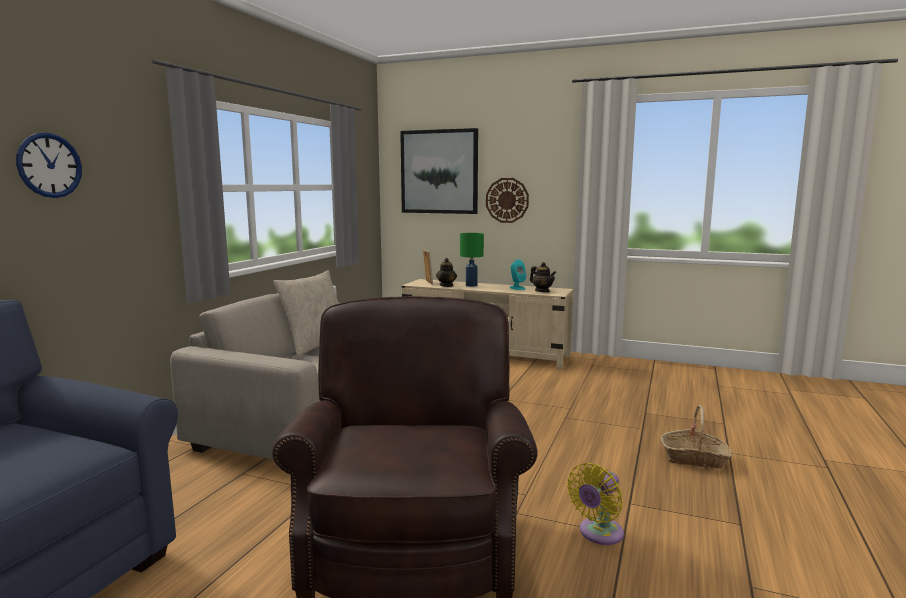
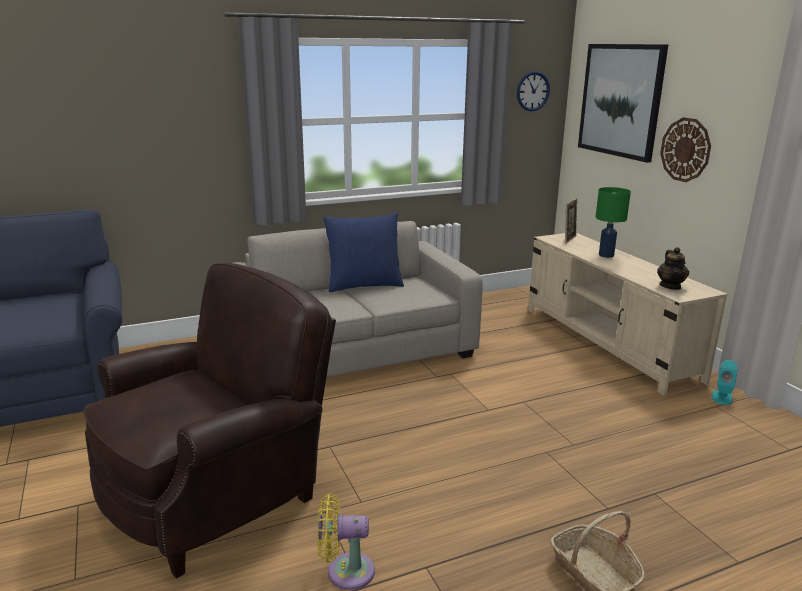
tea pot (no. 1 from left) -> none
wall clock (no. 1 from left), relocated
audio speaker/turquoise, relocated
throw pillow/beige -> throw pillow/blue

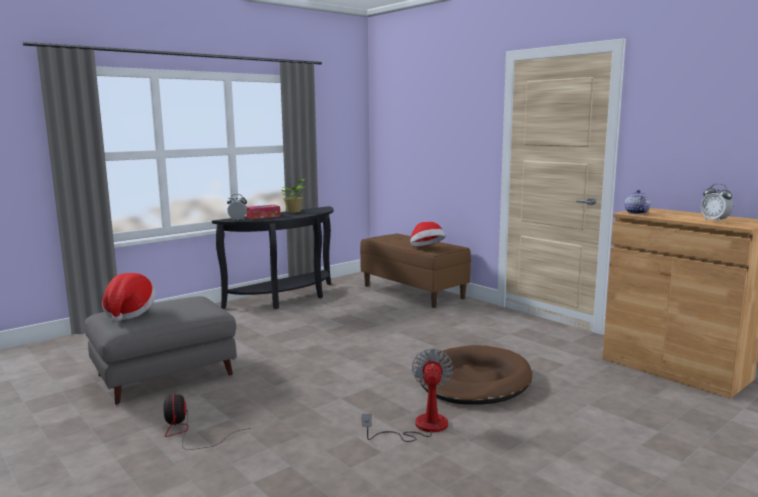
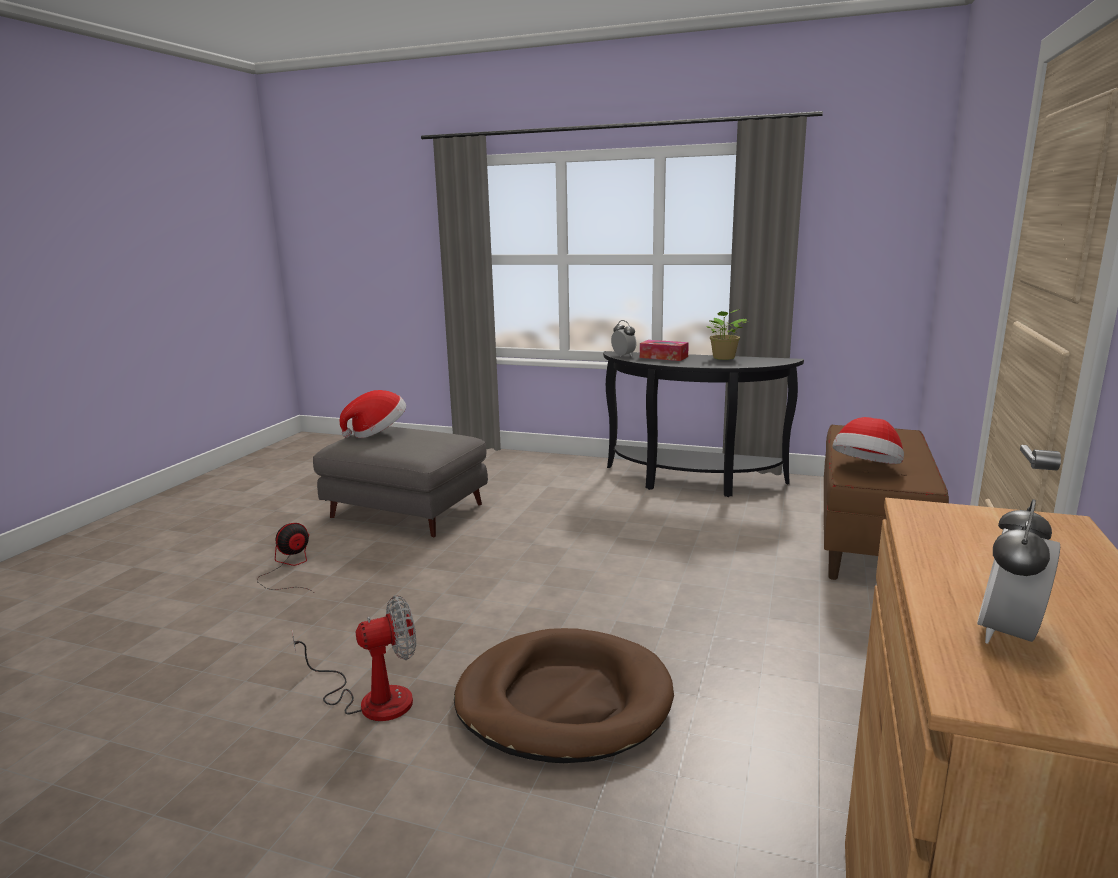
tea pot -> none

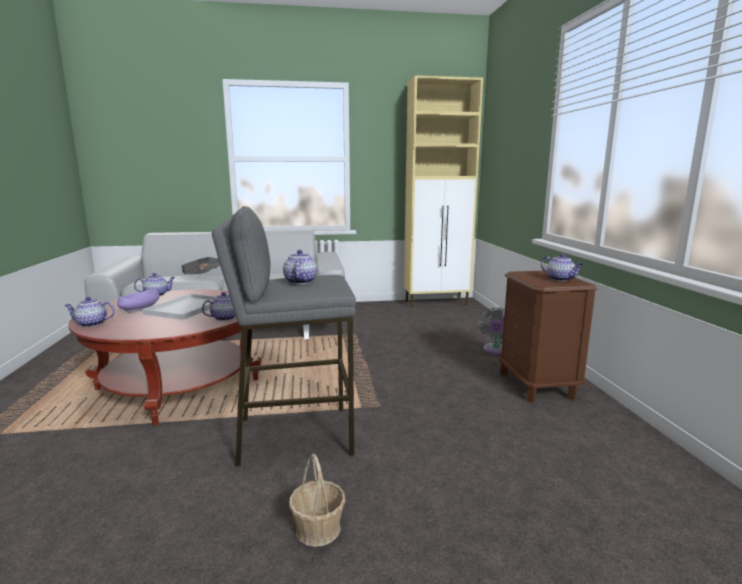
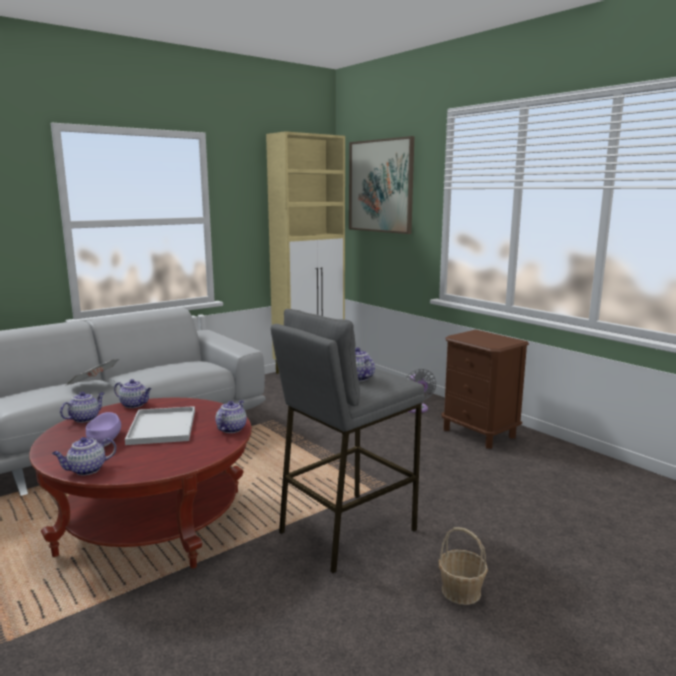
none -> picture
tea pot (no. 5 from left in the first image) -> tea pot (no. 3 from left), relocated

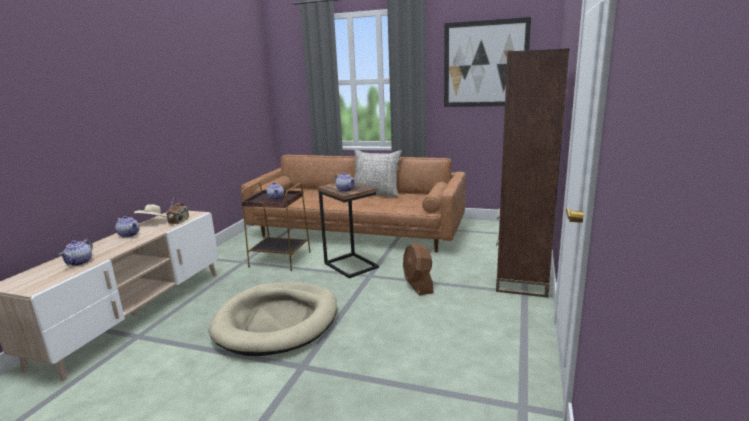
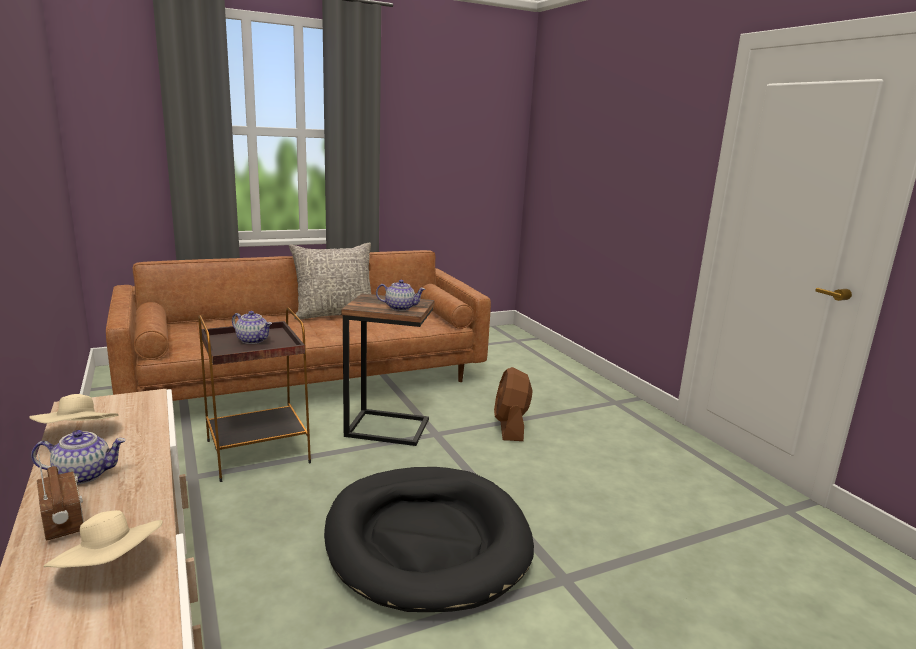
picture -> none
bookcase/brownish -> none
radio set, relocated
tea pot (no. 1 from left) -> clothing hat/beige (no. 2 from left)
dog cushion/beige -> dog cushion/blackish
electric fan/brownish, 60 degrees clockwise

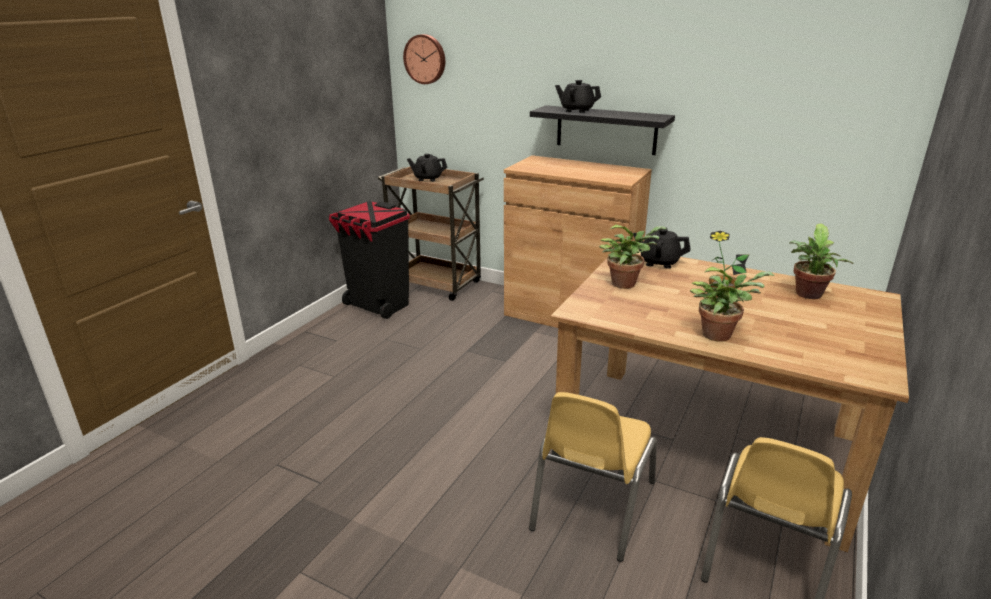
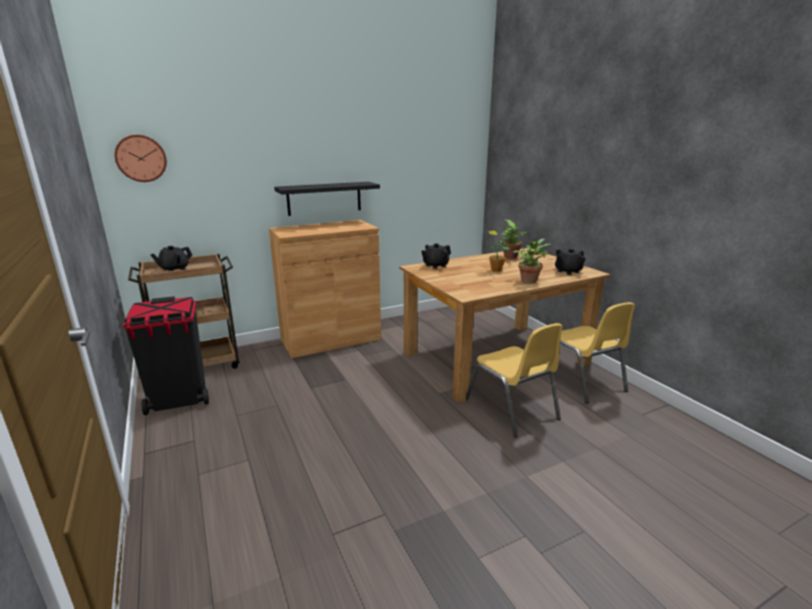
potted plant (no. 1 from left) -> none
tea pot/blackish (no. 2 from left in the first image) -> tea pot/blackish (no. 3 from left), relocated

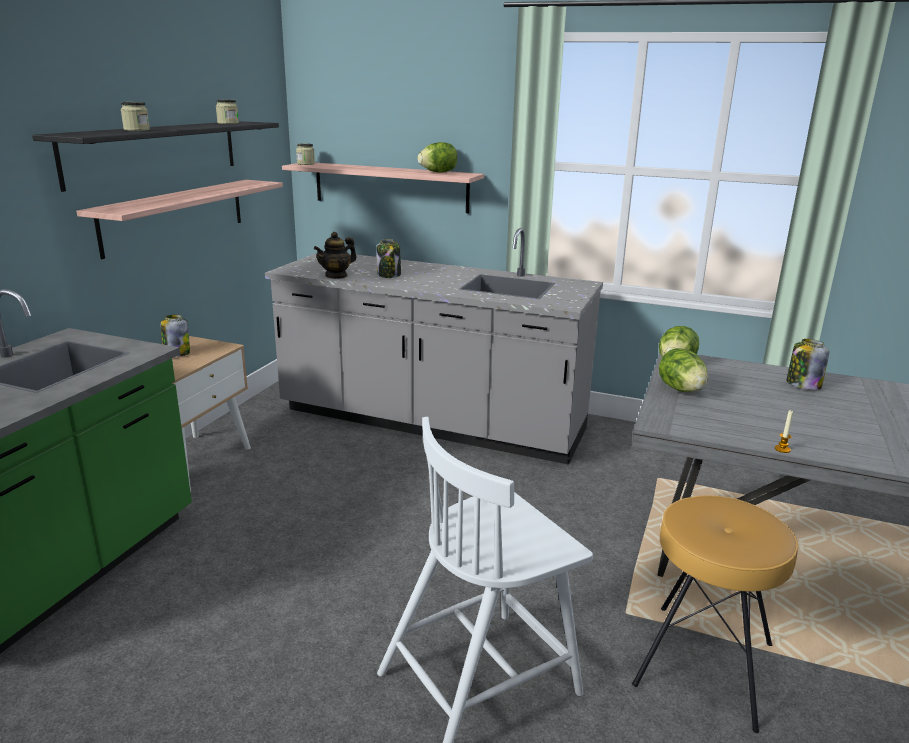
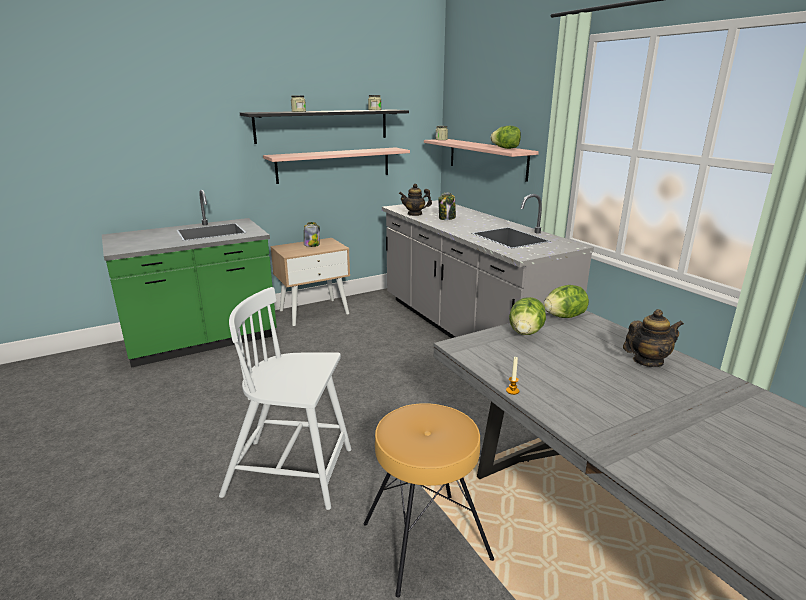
jar (no. 6 from left) -> tea pot (no. 2 from left)

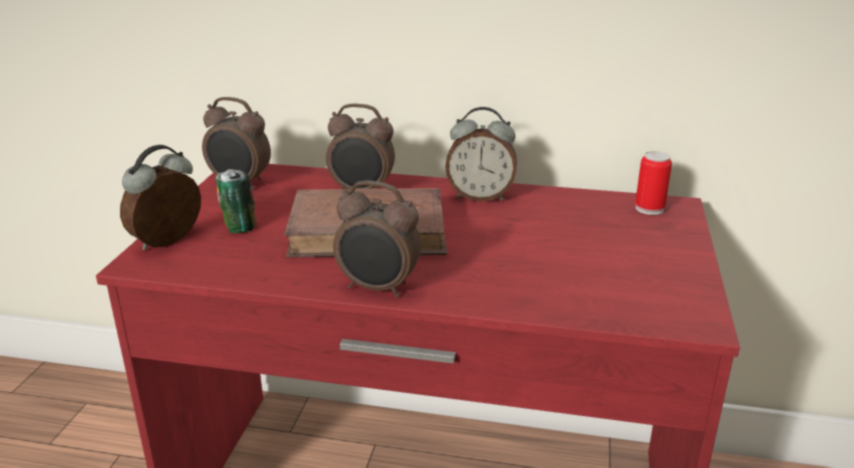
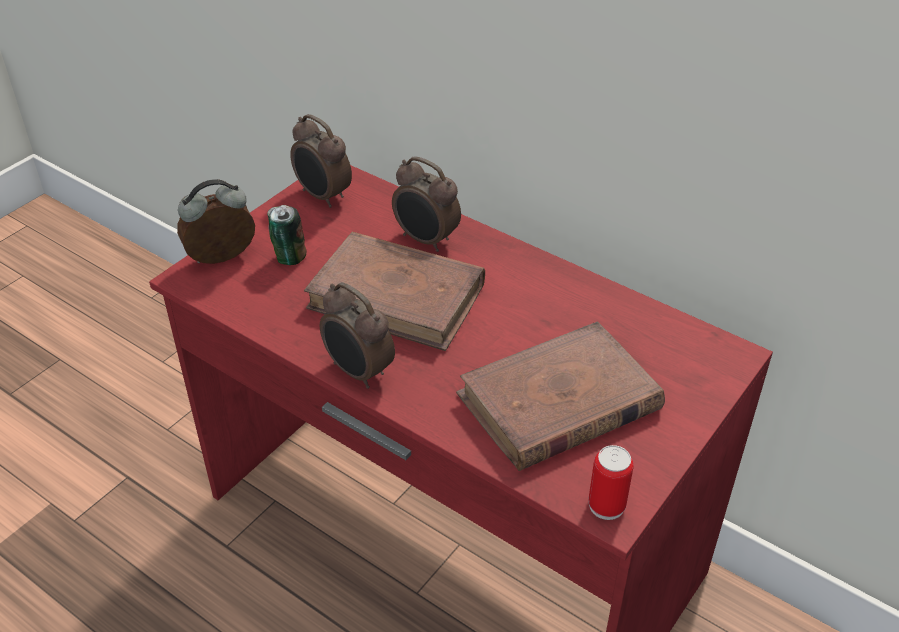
table clock (no. 5 from left) -> none
none -> book/brownish (no. 2 from left)
can (no. 2 from left), relocated

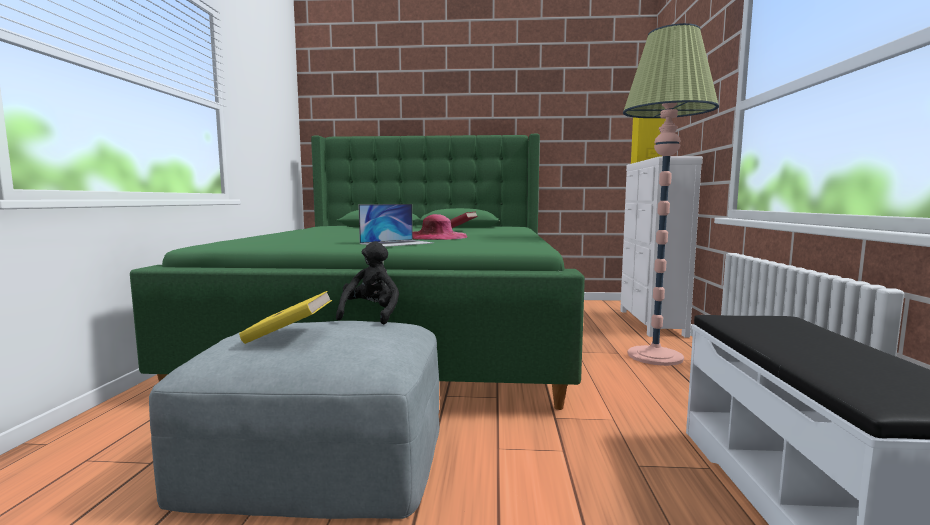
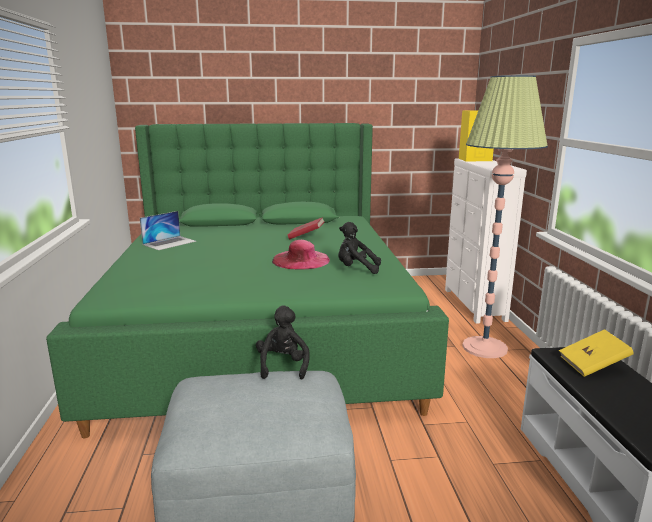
none -> soft toy/blackish (no. 2 from left)
book/yellow-coloured, relocated
notebook computer, relocated

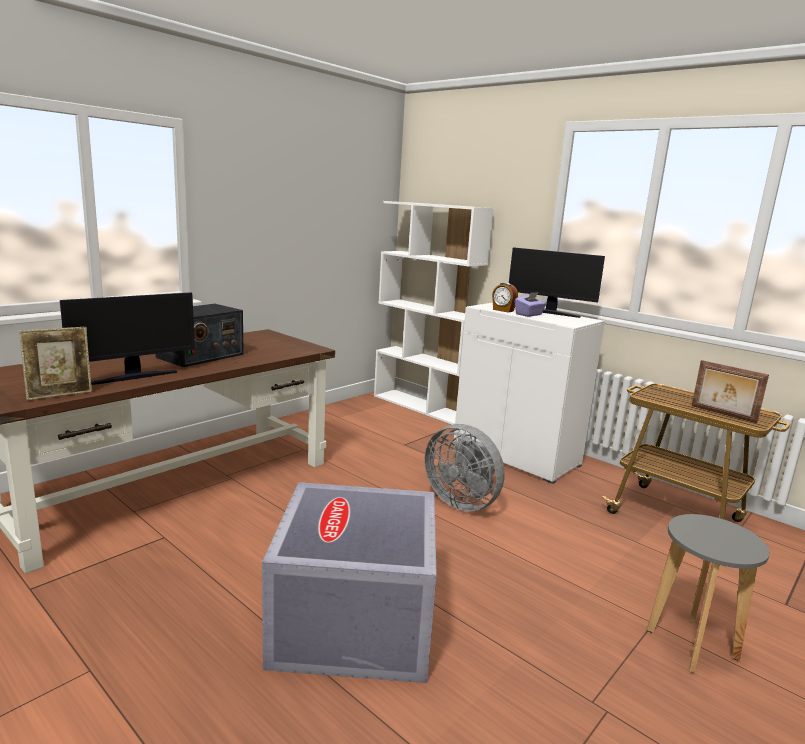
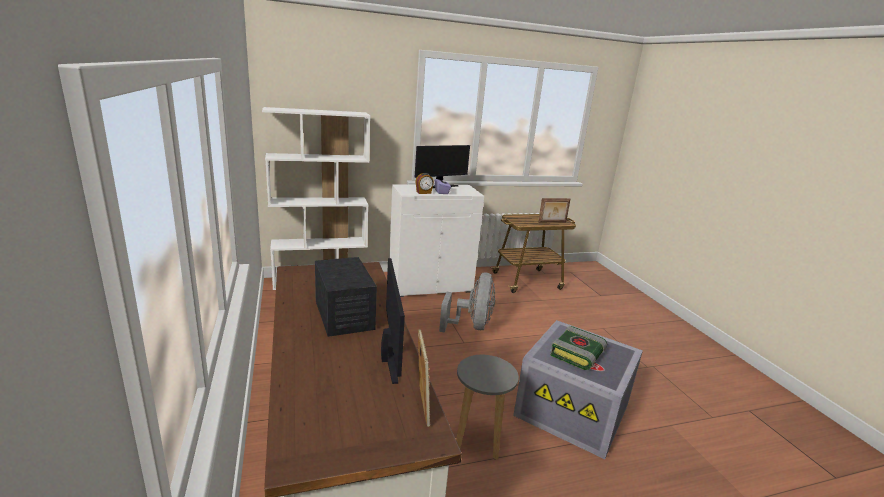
none -> book
stool/greyish, relocated
electric fan/greyish, 60 degrees counterclockwise

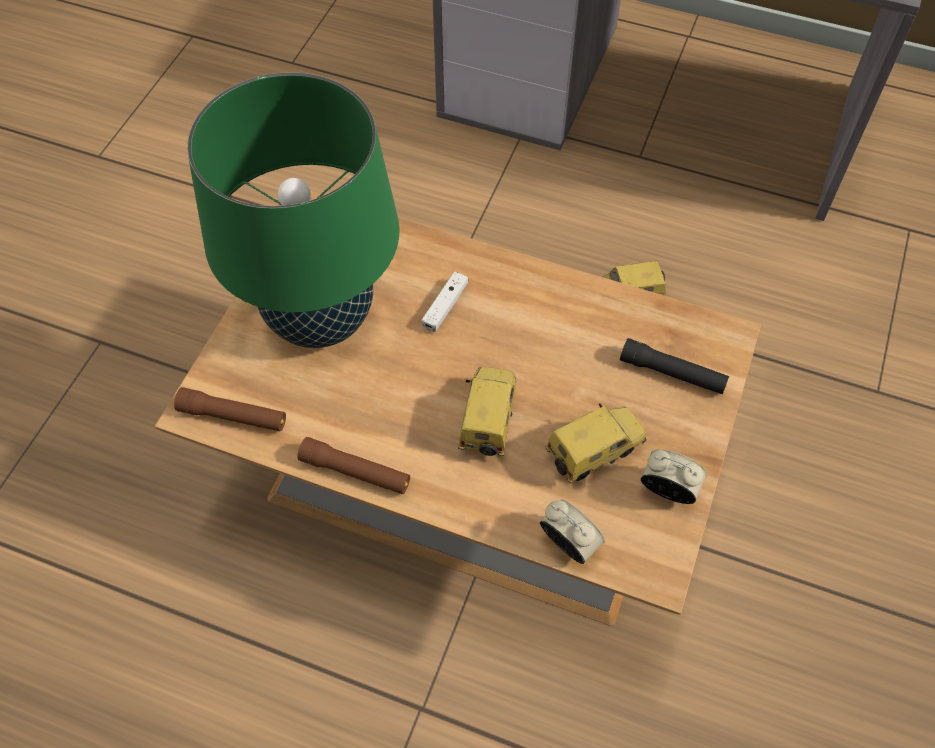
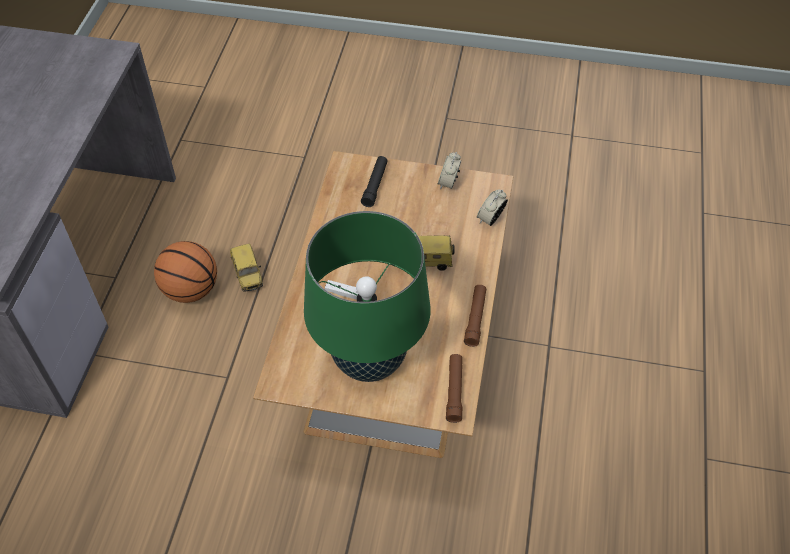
miniature car (no. 2 from left) -> none
none -> ball for basketball

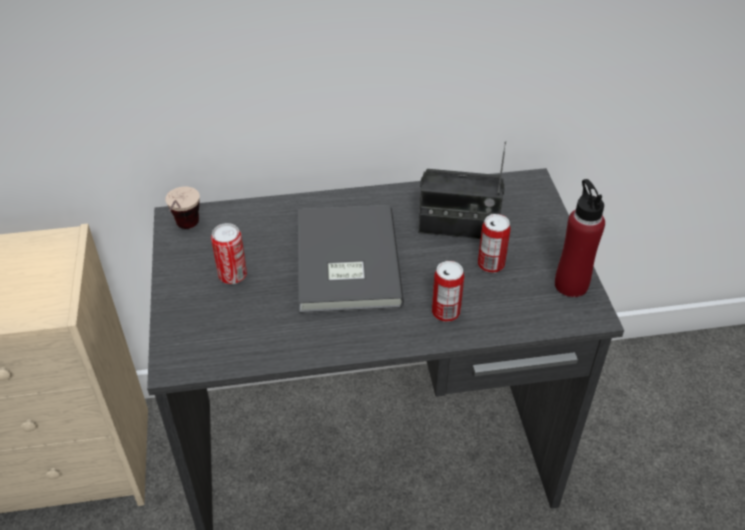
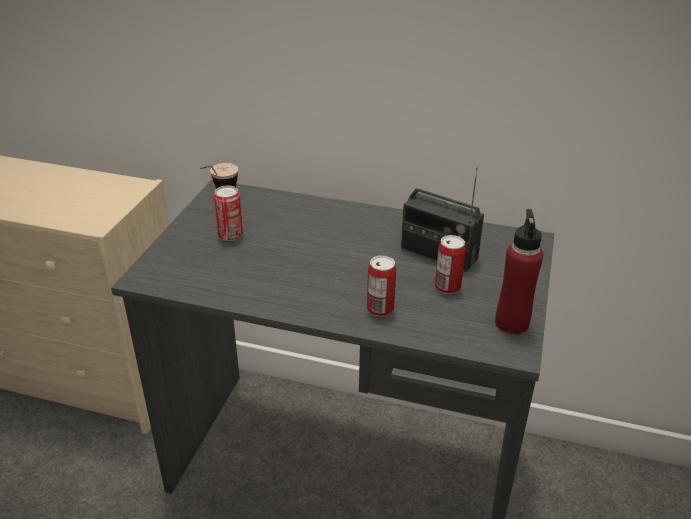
book/greyish -> none

